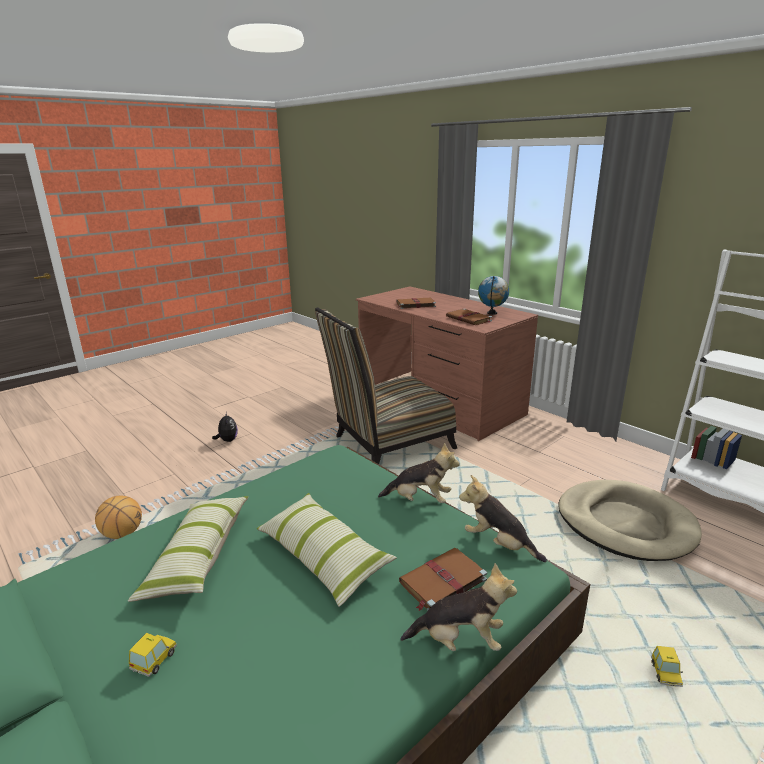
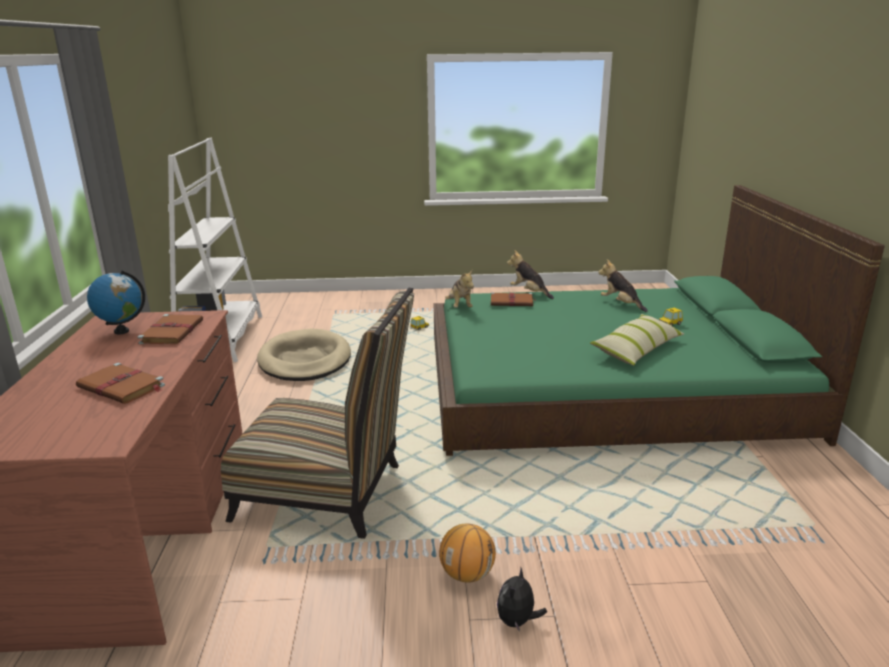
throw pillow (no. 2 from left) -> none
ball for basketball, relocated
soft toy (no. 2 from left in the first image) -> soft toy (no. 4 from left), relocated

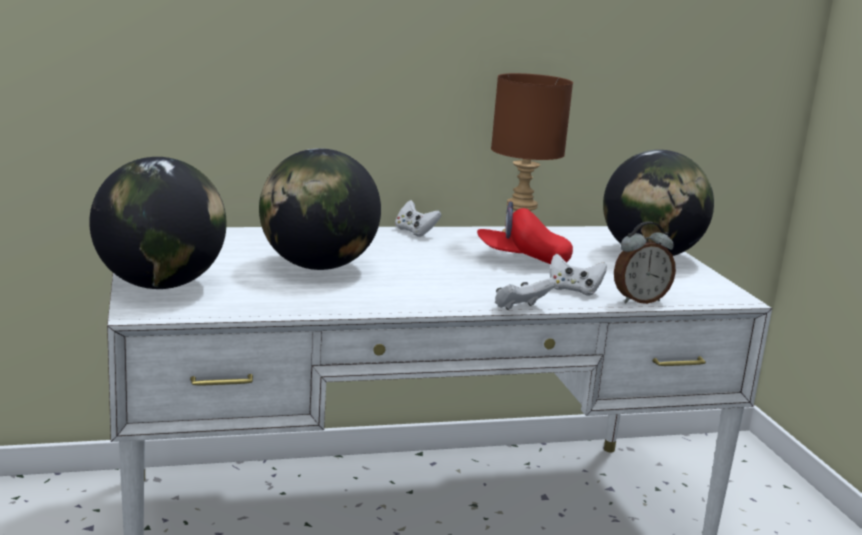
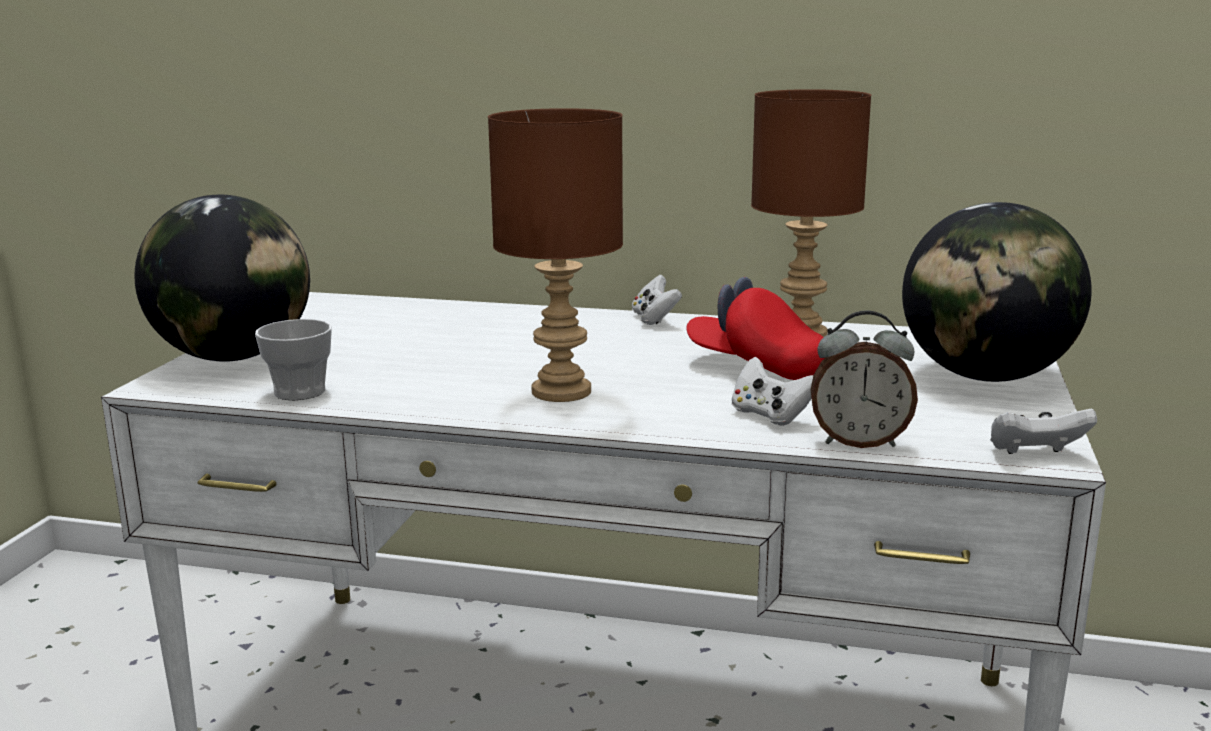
desk globe (no. 2 from left) -> none
none -> small cup
none -> lamp for a table/brownish (no. 1 from left)
gamepad/white (no. 2 from left in the first image) -> gamepad/white (no. 3 from left), relocated

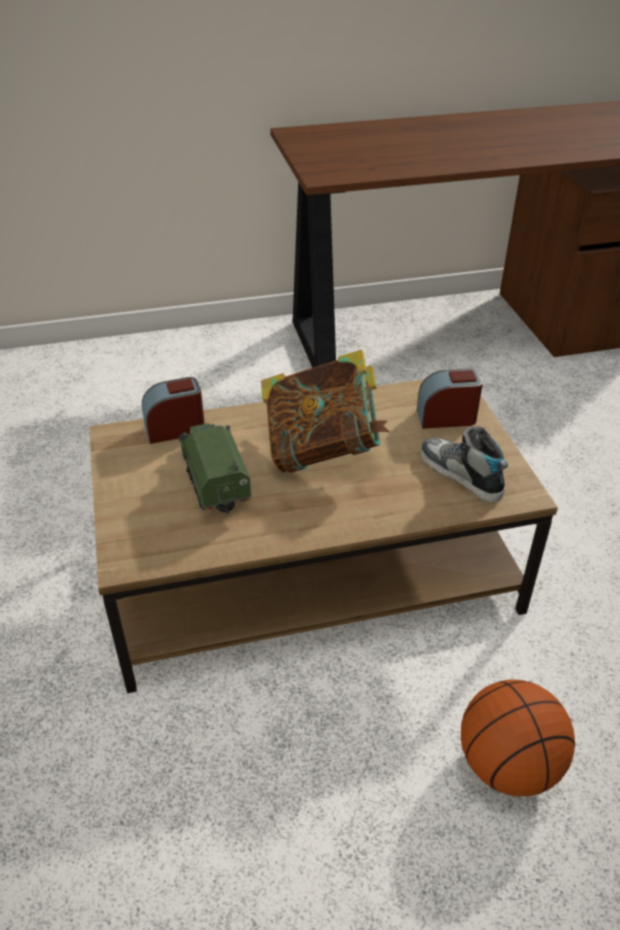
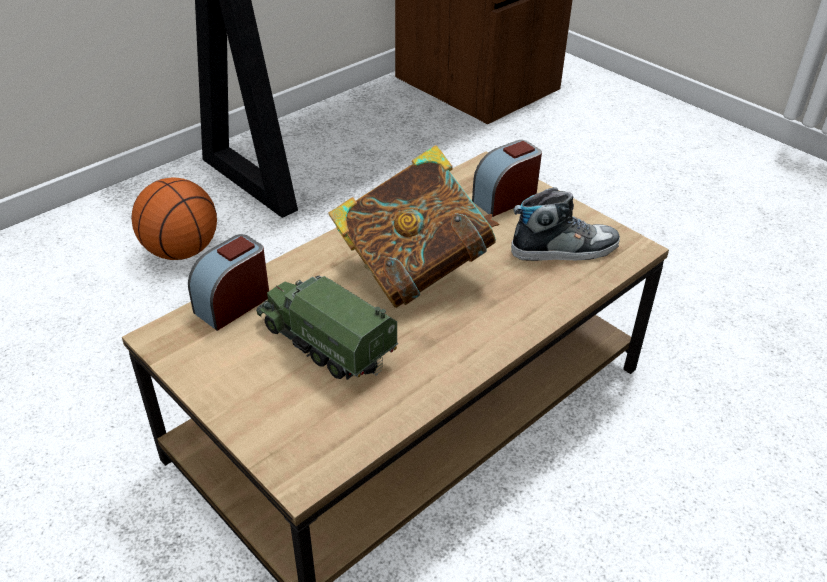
ball for basketball, relocated
low shoe, 150 degrees clockwise

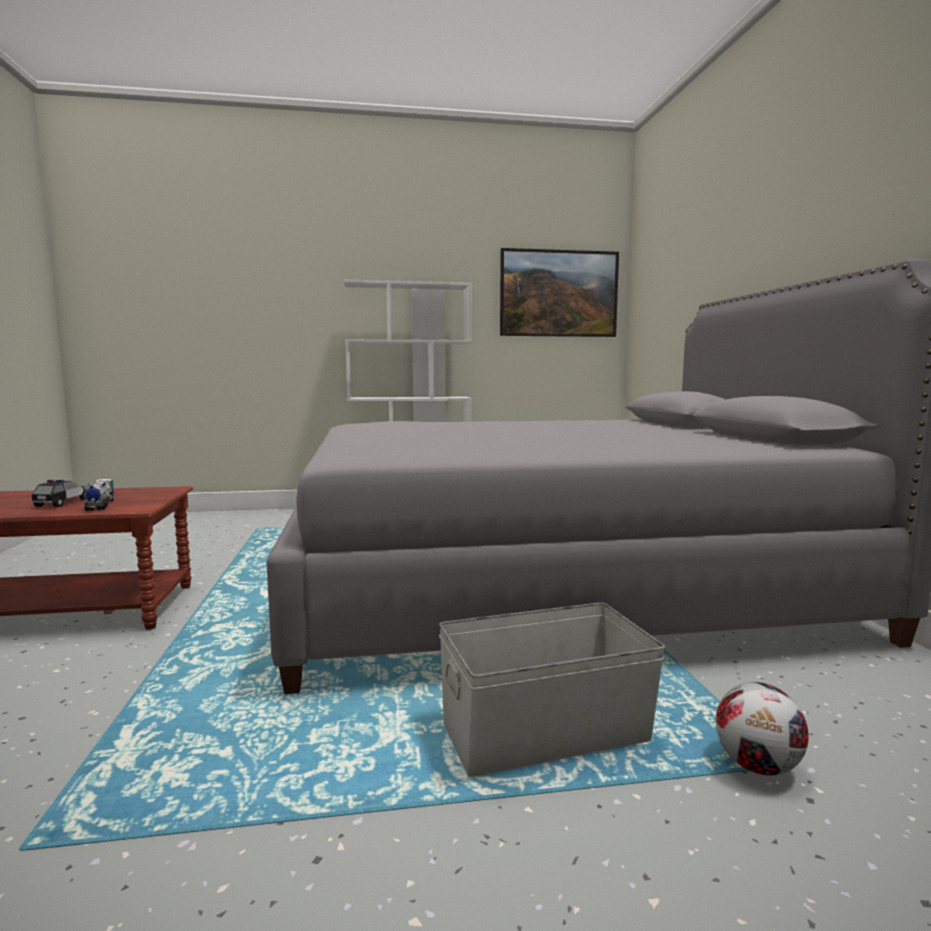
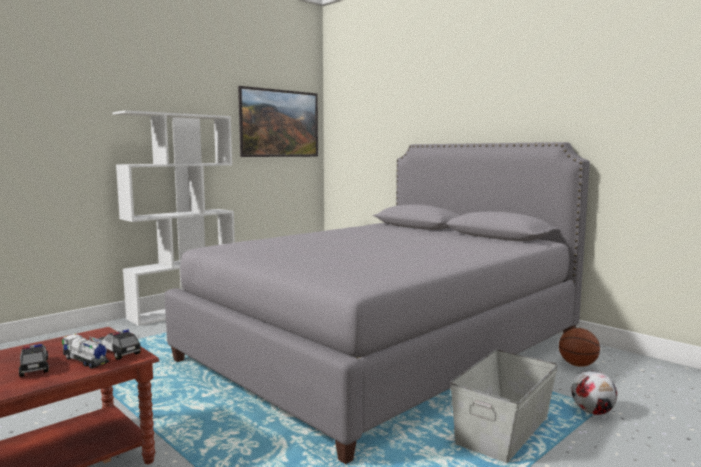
none -> miniature car (no. 2 from left)
none -> ball for basketball

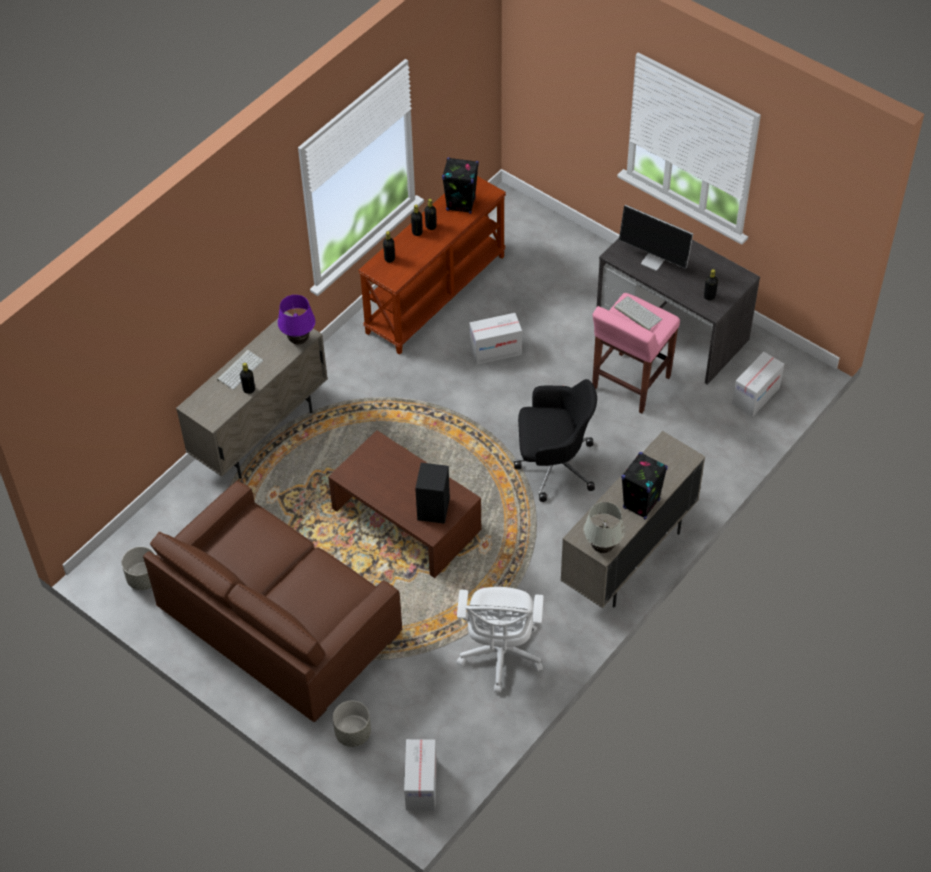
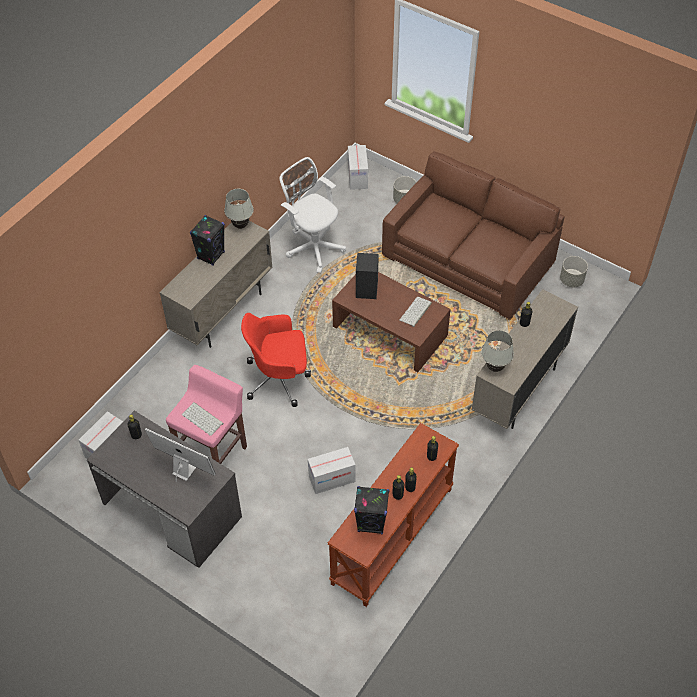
PC keyboard (no. 1 from left in the first image) -> PC keyboard (no. 2 from left), relocated
lamp for a table/purplish -> lamp for a table/white (no. 2 from left)
desk chair/blackish -> desk chair/red
desk chair/white, 45 degrees counterclockwise

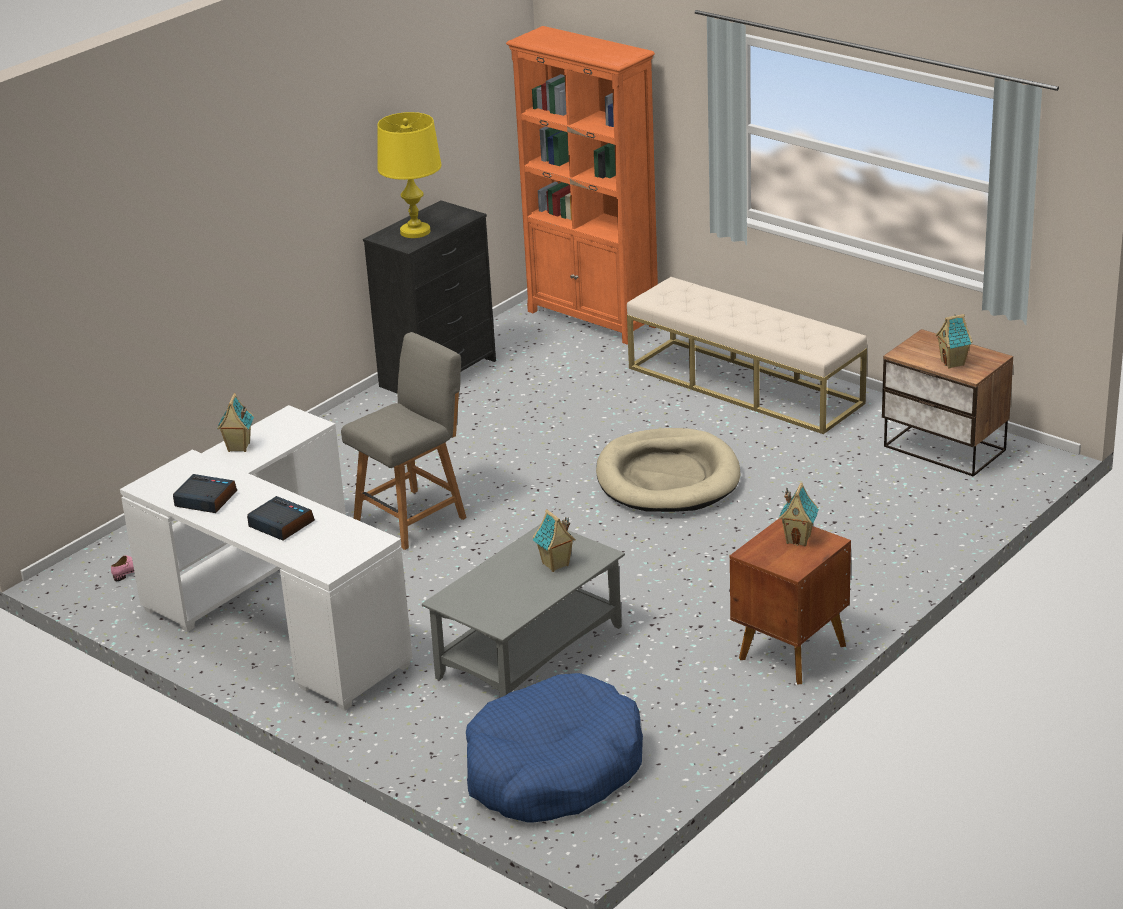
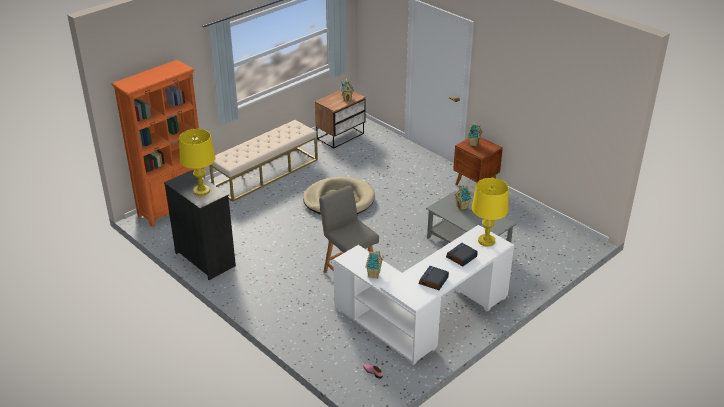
dog cushion/blue -> none
none -> lamp for a table/yellow-coloured (no. 2 from left)

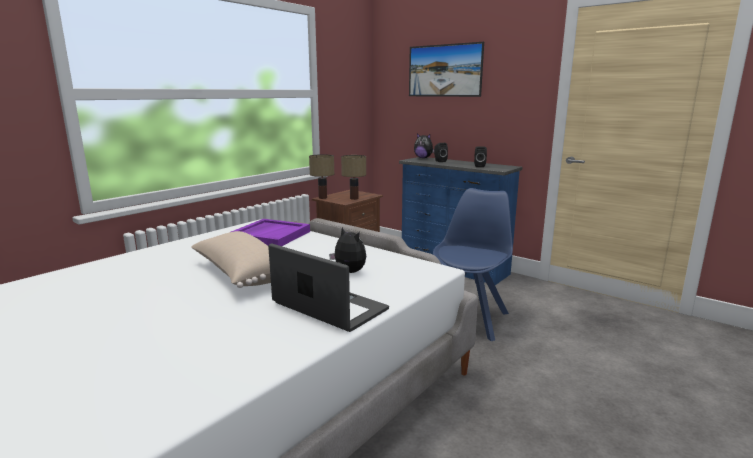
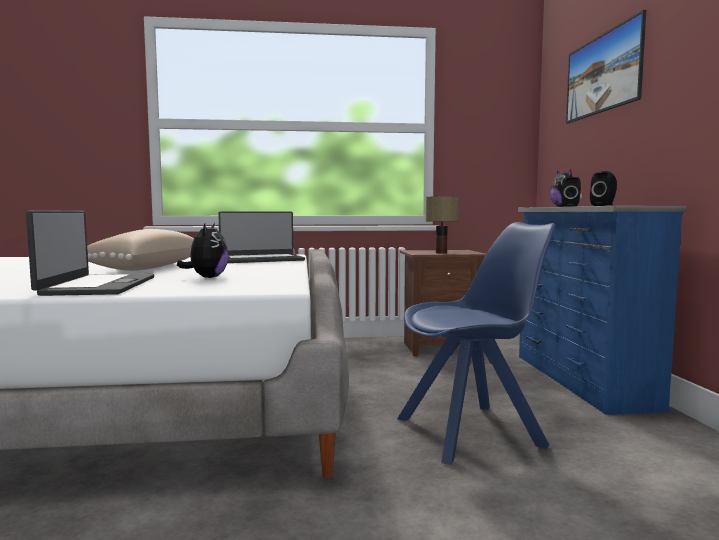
lamp for a table (no. 1 from left) -> none
serving tray/purplish -> notebook computer (no. 2 from left)

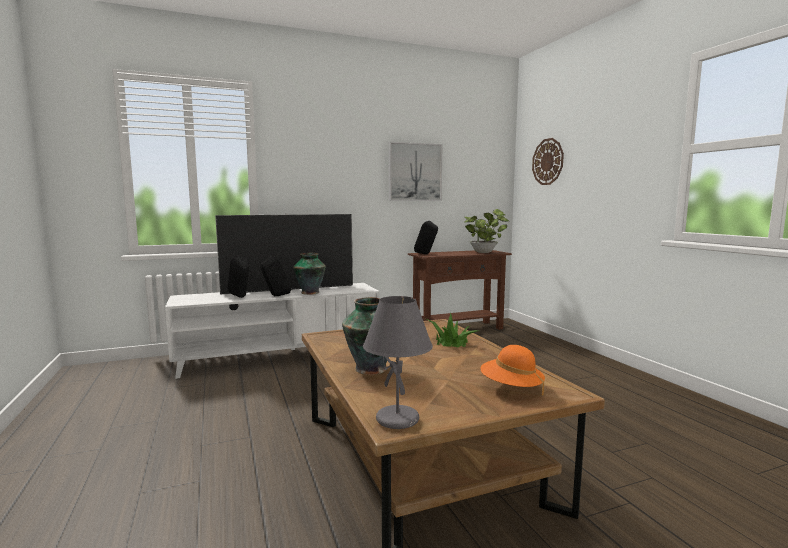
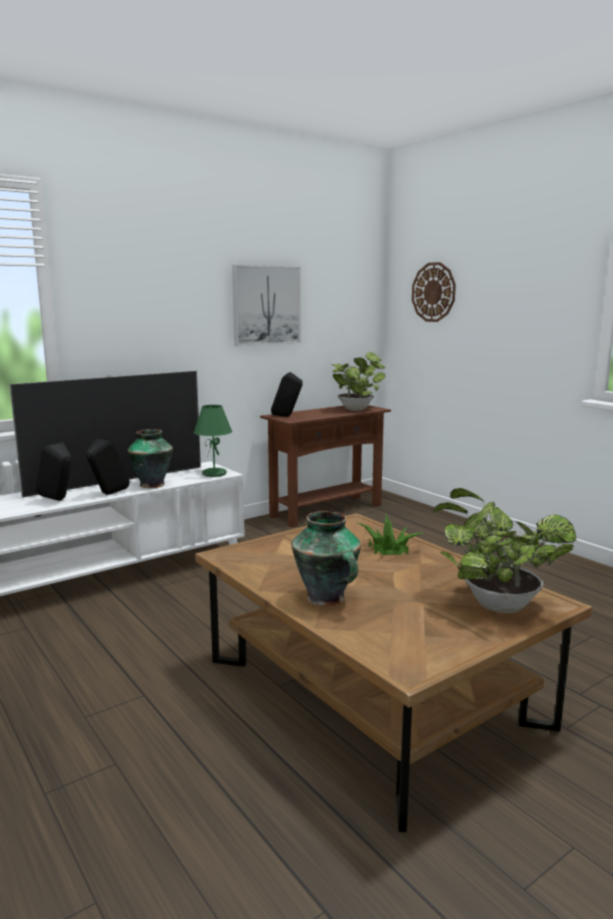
lamp for a table/greyish -> none
none -> lamp for a table/greenish
clothing hat/orange-coloured -> potted plant (no. 3 from left)

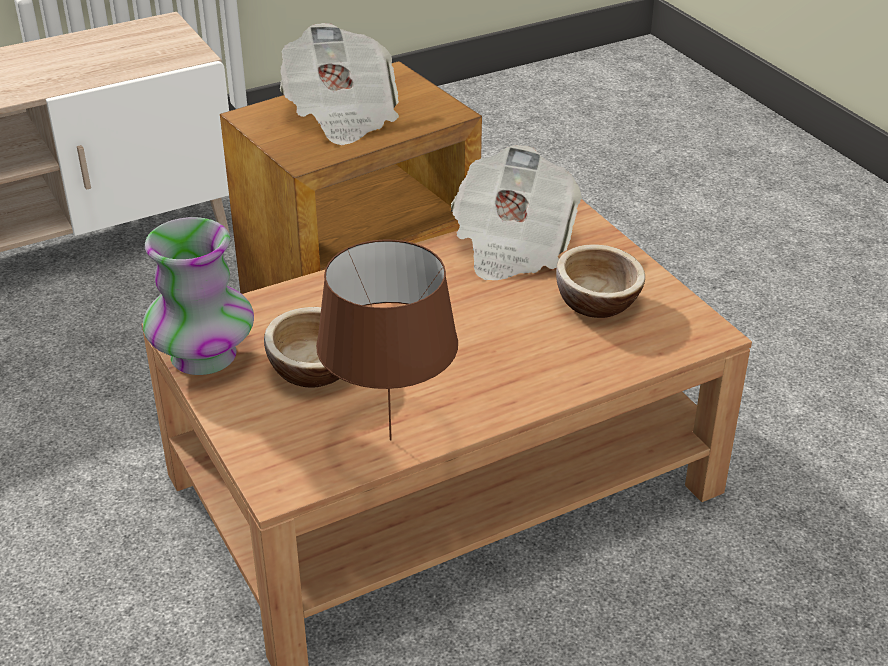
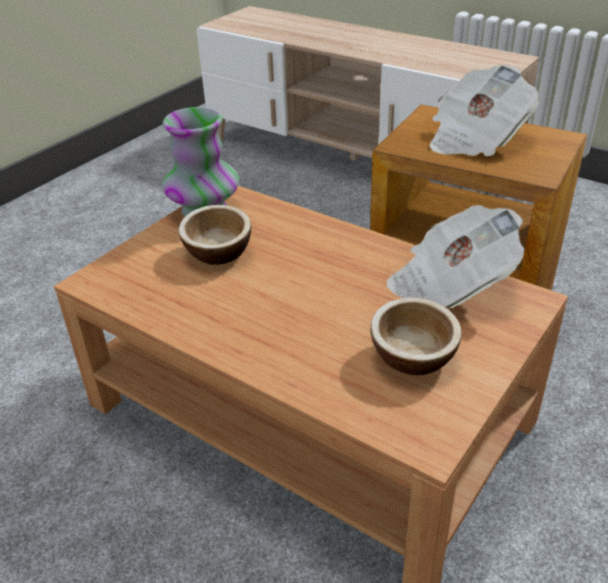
lamp for a table/brownish -> none

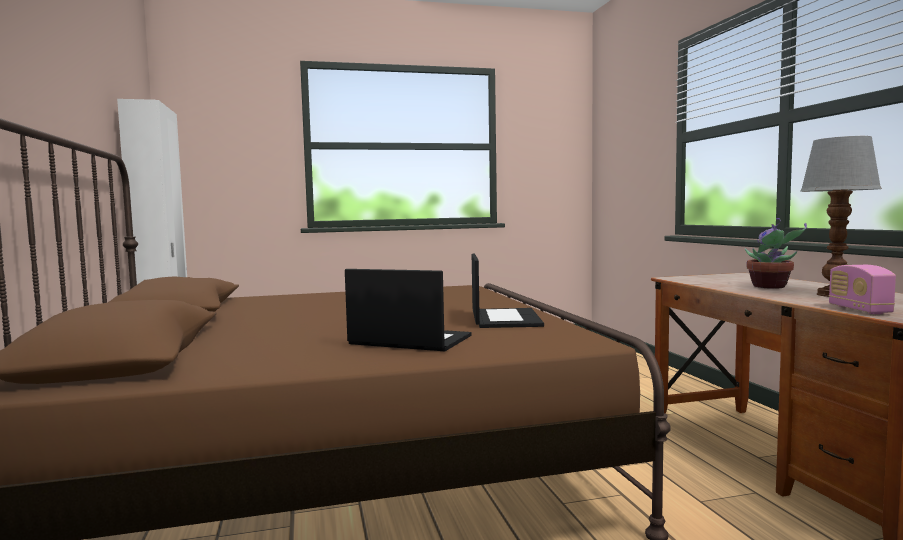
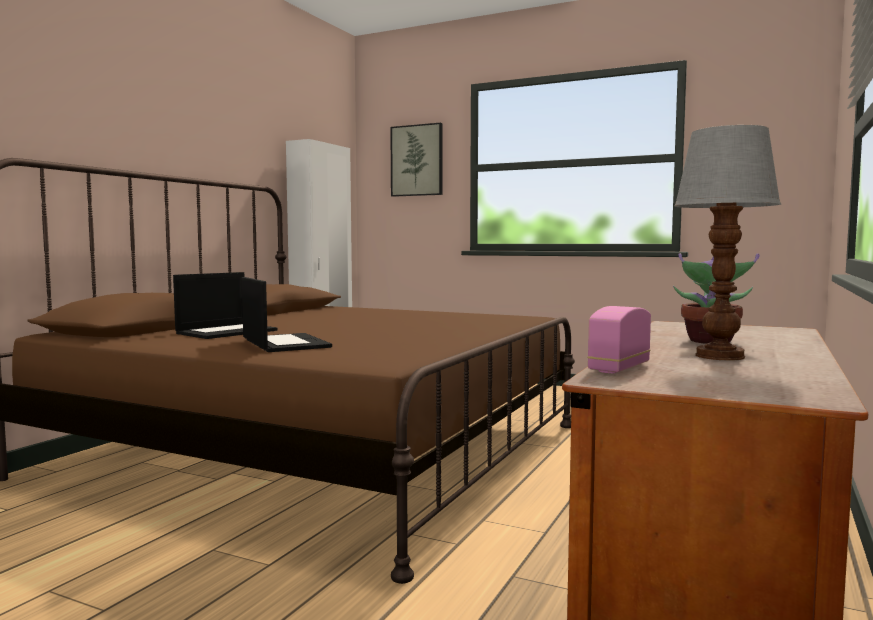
none -> picture
notebook computer (no. 2 from left in the first image) -> notebook computer (no. 1 from left), relocated

